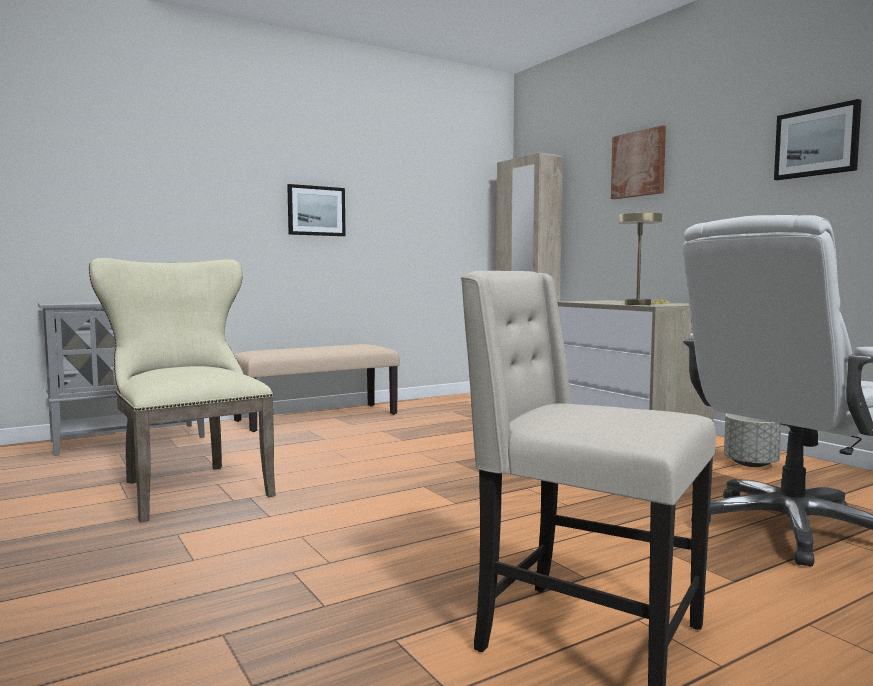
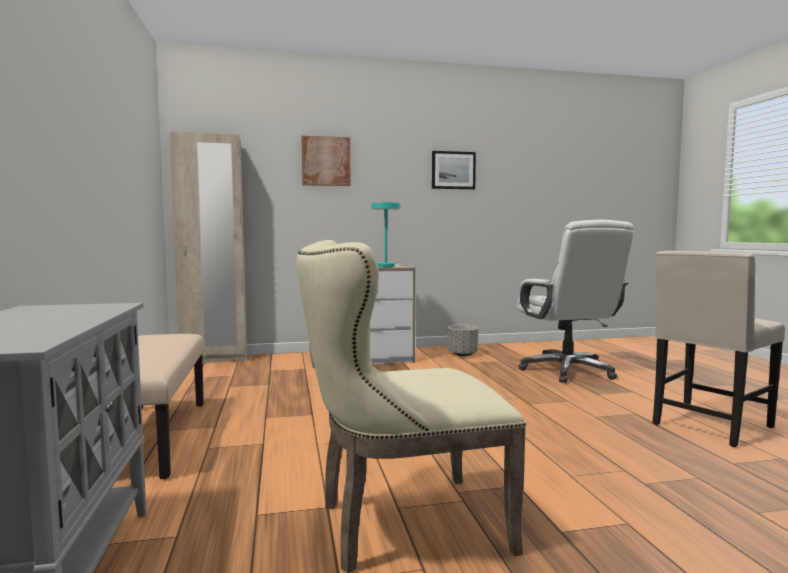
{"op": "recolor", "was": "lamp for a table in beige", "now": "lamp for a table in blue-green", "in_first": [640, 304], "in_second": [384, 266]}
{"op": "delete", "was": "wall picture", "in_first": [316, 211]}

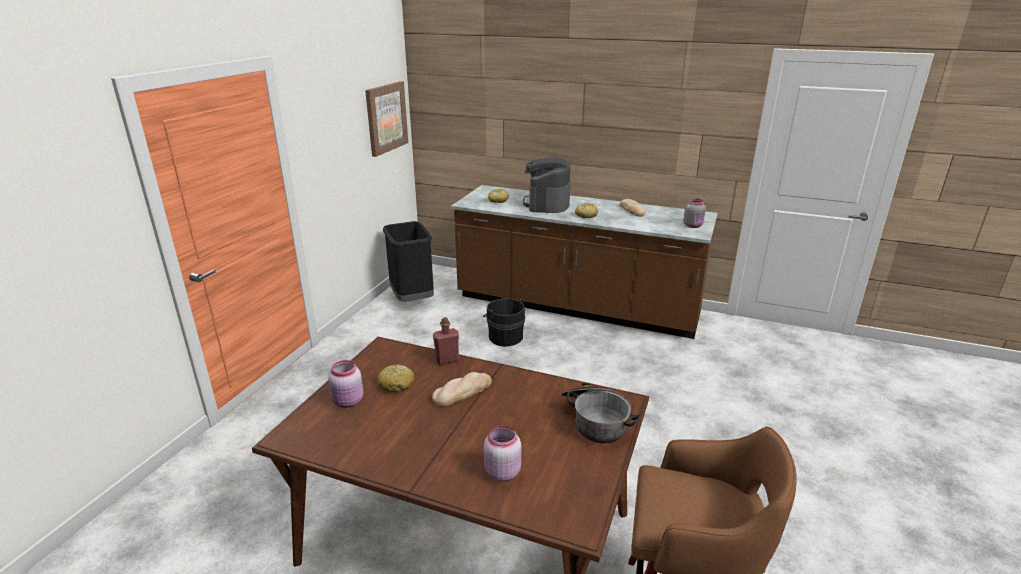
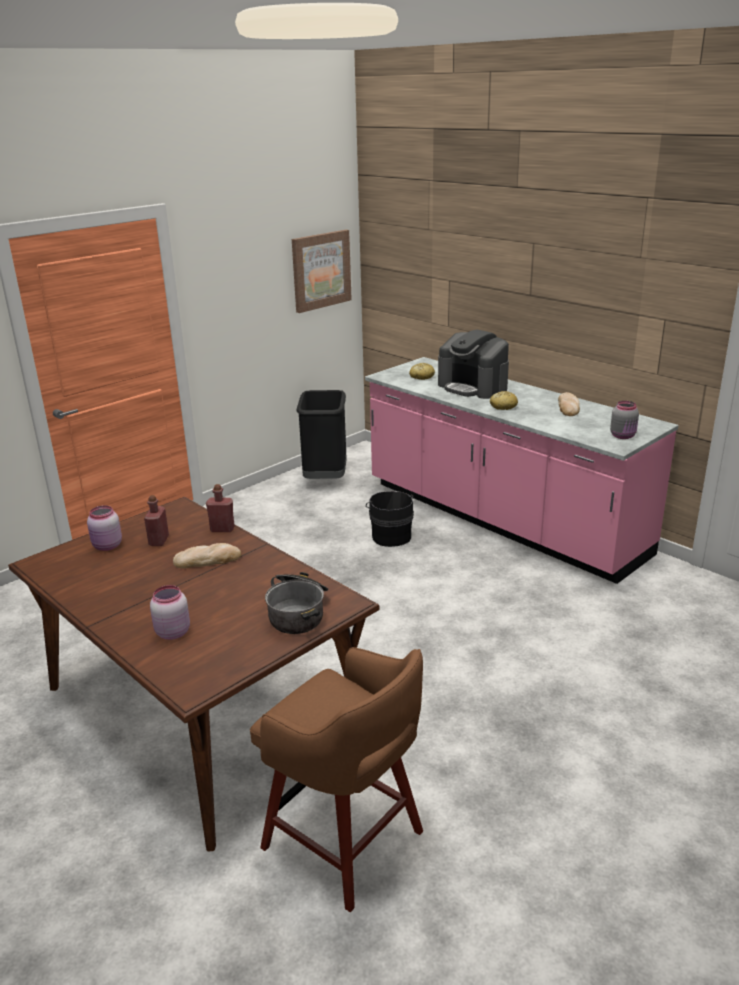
{"op": "replace", "was": "baked bread", "now": "bottle in red", "in_first": [396, 384], "in_second": [159, 541]}
{"op": "recolor", "was": "kitchen counter in brownish", "now": "kitchen counter in pink-coloured", "in_first": [576, 306], "in_second": [501, 519]}
{"op": "rotate", "was": "coffee maker", "in_first": [547, 203], "in_second": [473, 387], "clockwise": -75}

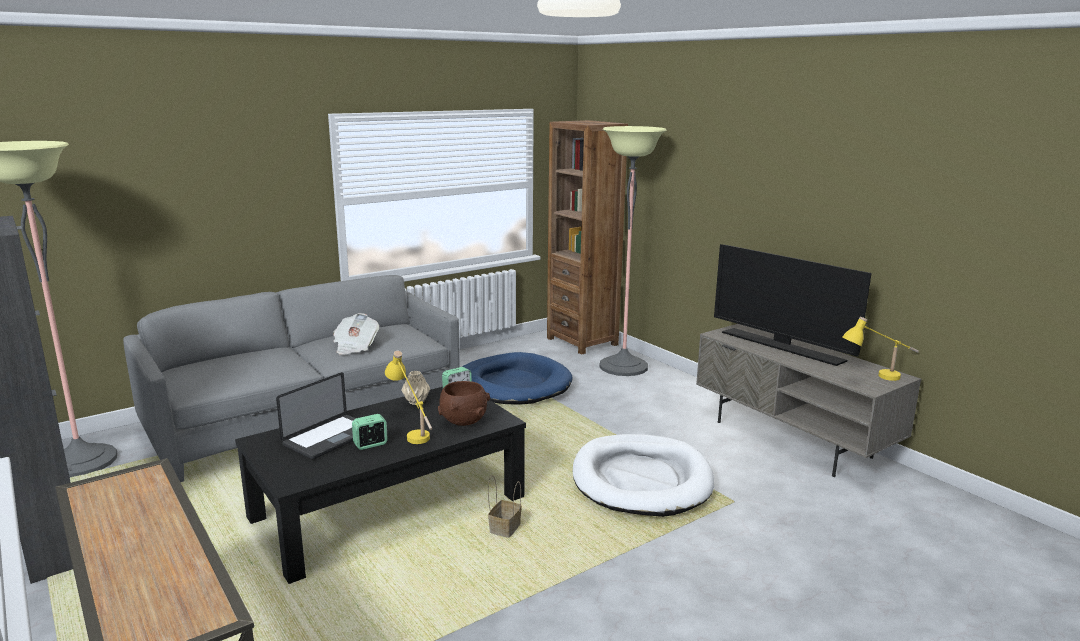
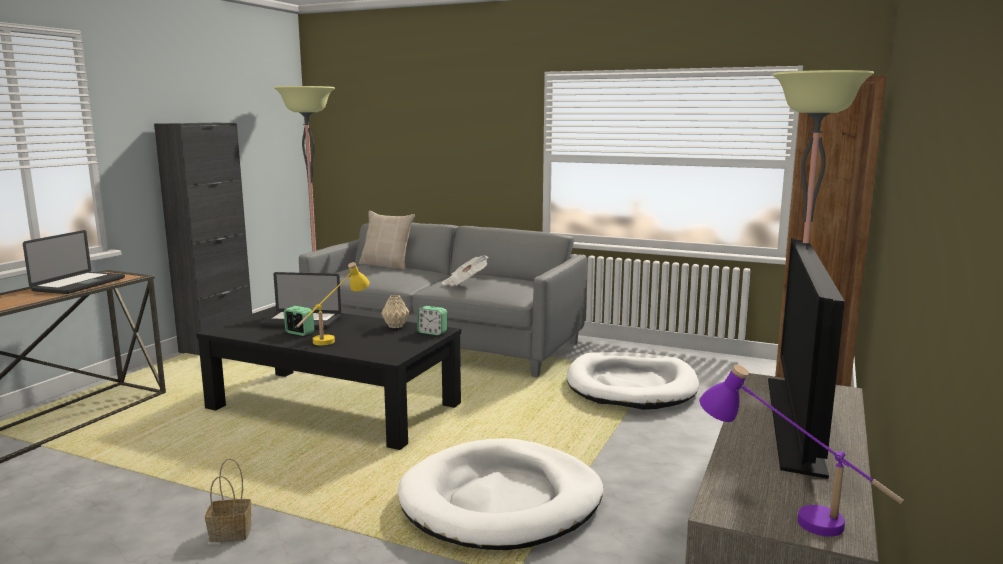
{"op": "insert", "now": "portable computer", "in_second": [79, 284]}
{"op": "move", "was": "basket", "in_first": [505, 528], "in_second": [232, 532]}
{"op": "insert", "now": "throw pillow in beige", "in_second": [387, 265]}
{"op": "recolor", "was": "pet bed in bluish", "now": "pet bed in white-coloured", "in_first": [513, 384], "in_second": [631, 386]}
{"op": "recolor", "was": "lamp for a table in yellow-coloured", "now": "lamp for a table in purplish", "in_first": [877, 378], "in_second": [787, 513]}
{"op": "delete", "was": "bowl in brownish", "in_first": [464, 421]}

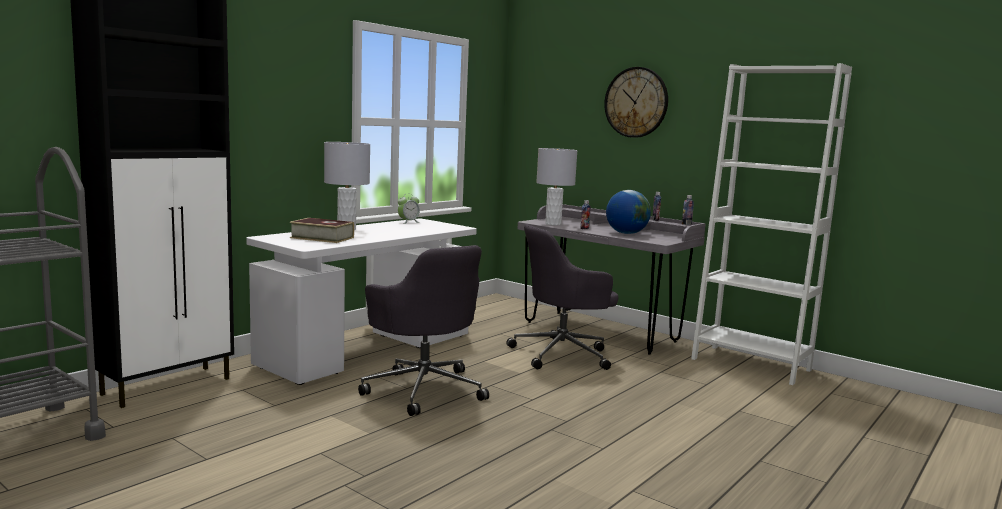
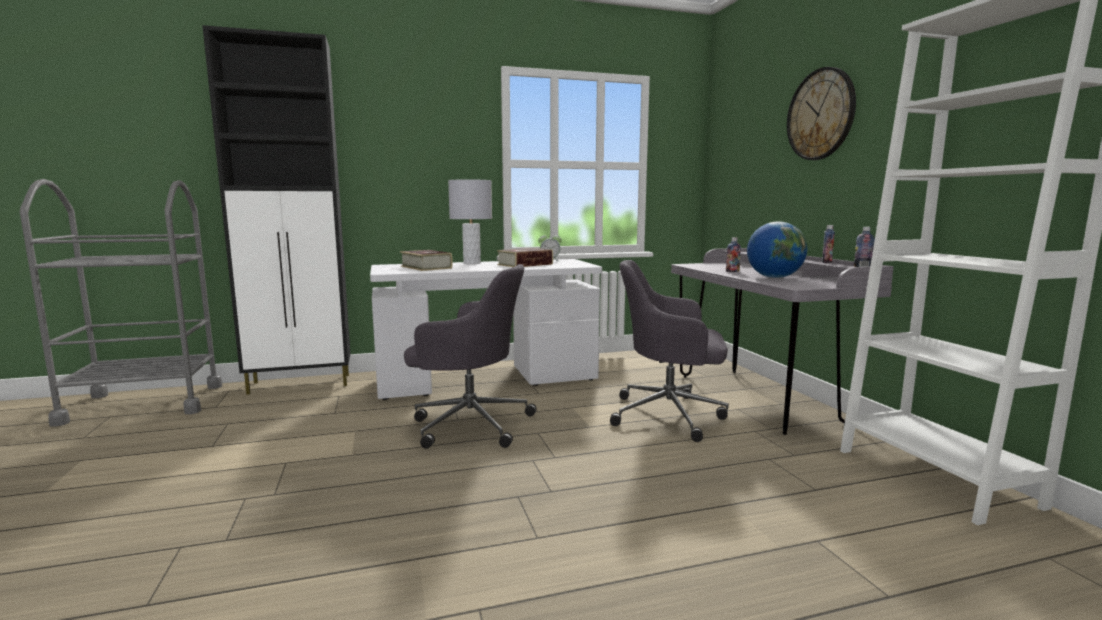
{"op": "rotate", "was": "desk chair in grey", "in_first": [424, 389], "in_second": [469, 423], "clockwise": -75}
{"op": "insert", "now": "bound book", "in_second": [525, 264]}
{"op": "delete", "was": "lamp for a table in grey", "in_first": [552, 224]}

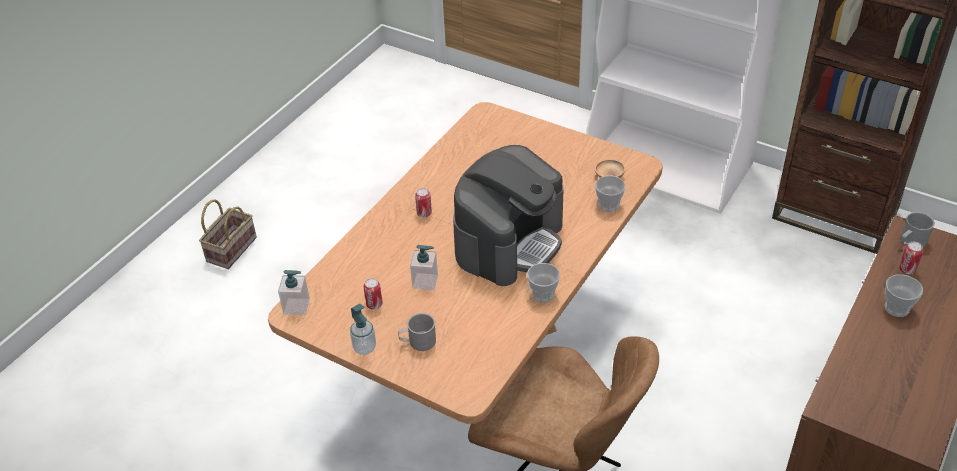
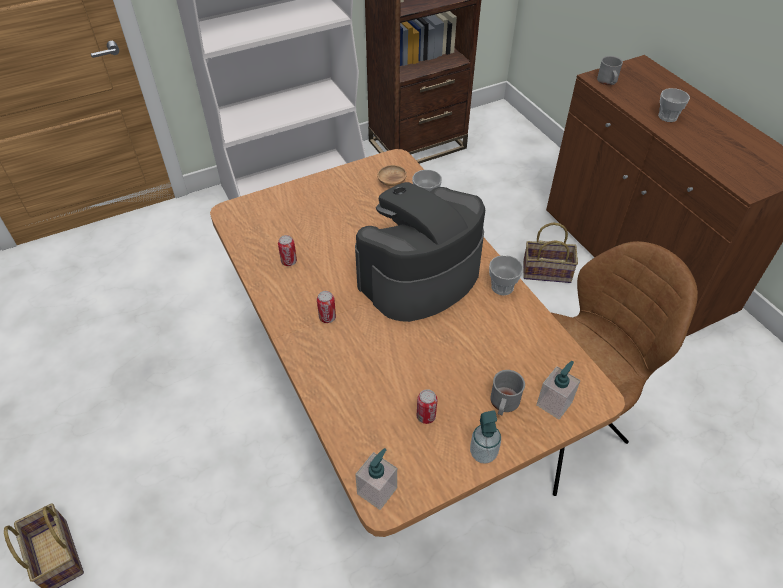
{"op": "move", "was": "can", "in_first": [907, 269], "in_second": [289, 261]}
{"op": "rotate", "was": "coffee maker", "in_first": [509, 242], "in_second": [419, 277], "clockwise": -105}
{"op": "insert", "now": "basket", "in_second": [548, 271]}
{"op": "move", "was": "soap dispenser", "in_first": [425, 281], "in_second": [554, 403]}

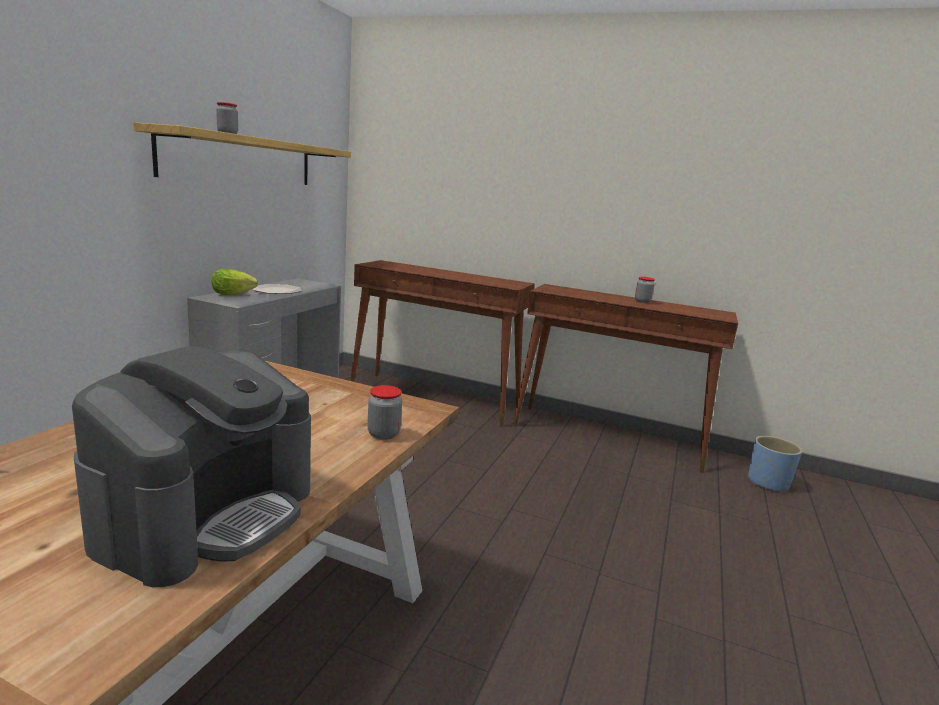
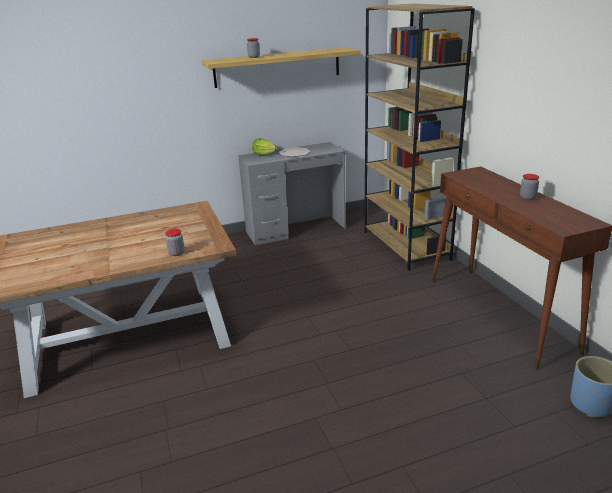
{"op": "replace", "was": "narrow table in brownish", "now": "bookshelf in brownish", "in_first": [434, 398], "in_second": [406, 245]}
{"op": "delete", "was": "coffee maker", "in_first": [208, 513]}

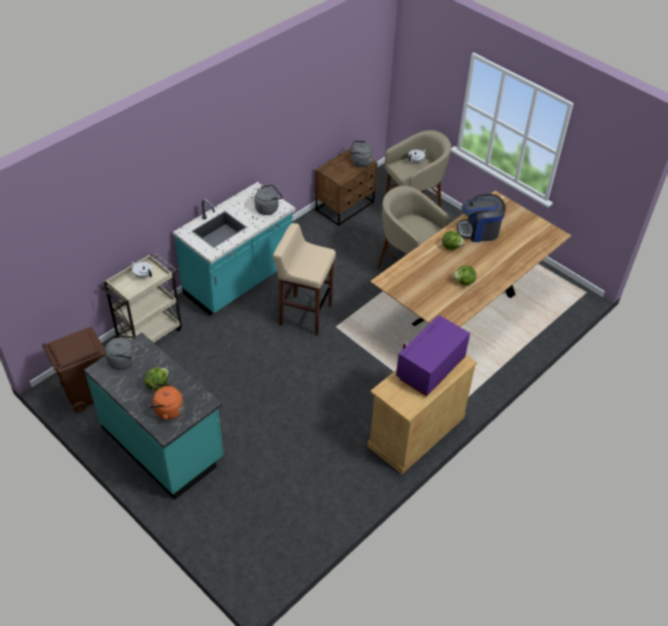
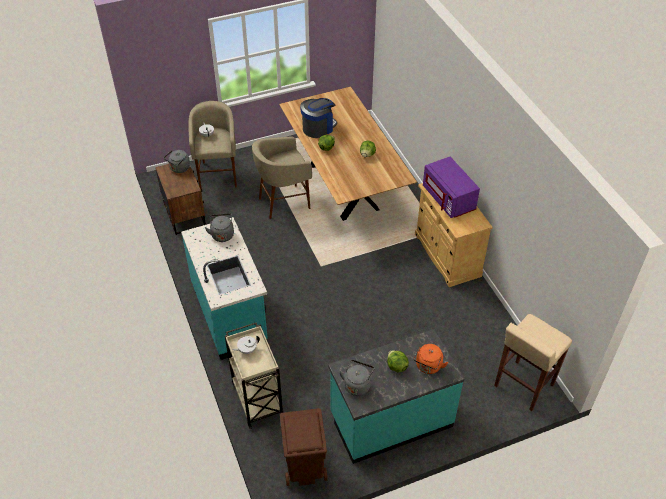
{"op": "rotate", "was": "coffee maker", "in_first": [479, 231], "in_second": [318, 128], "clockwise": -150}
{"op": "move", "was": "stool in beige", "in_first": [304, 314], "in_second": [523, 386]}

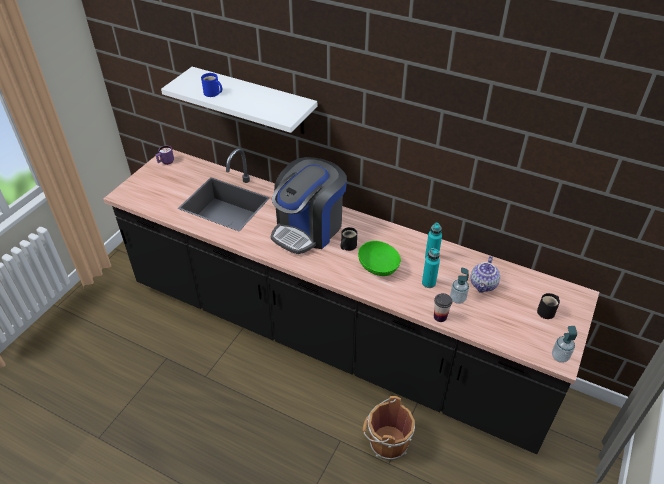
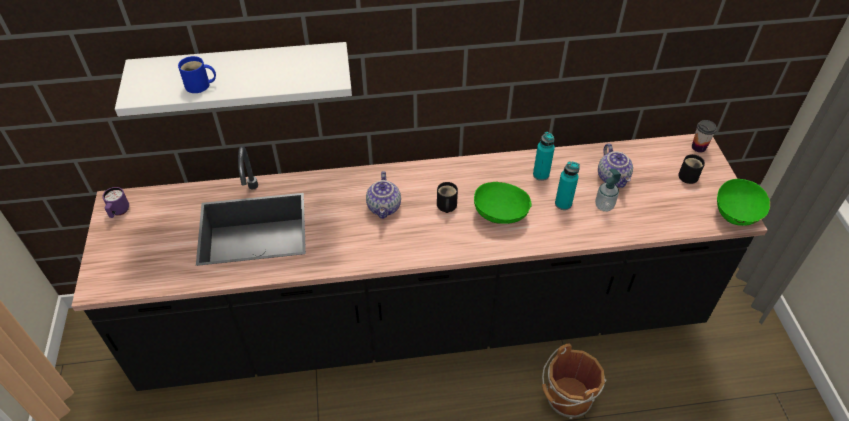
{"op": "replace", "was": "coffee maker", "now": "tea pot", "in_first": [309, 228], "in_second": [385, 207]}
{"op": "move", "was": "small cup", "in_first": [440, 317], "in_second": [698, 147]}
{"op": "replace", "was": "soap dispenser", "now": "bowl in green", "in_first": [559, 356], "in_second": [736, 214]}

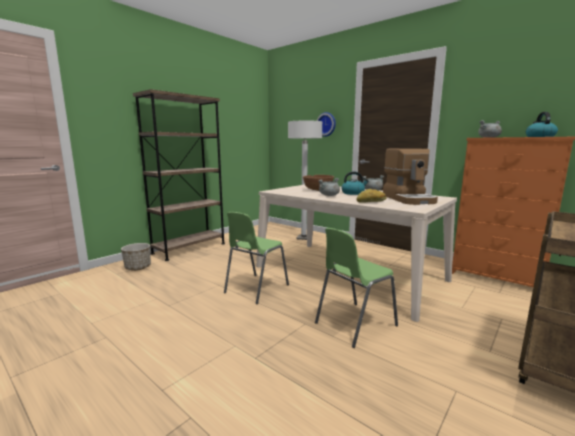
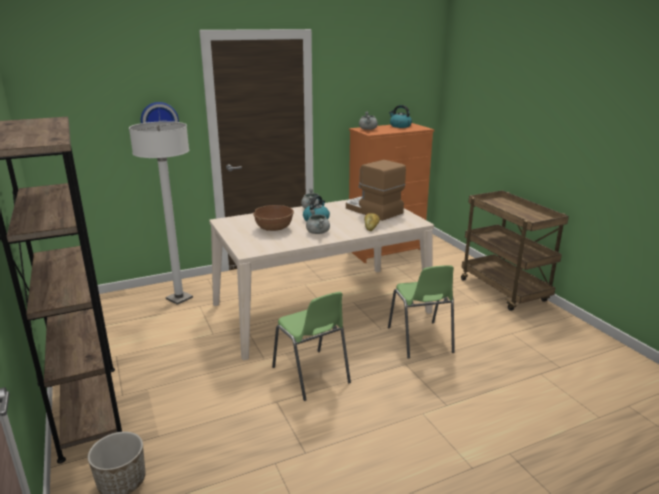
{"op": "rotate", "was": "coffee maker", "in_first": [409, 199], "in_second": [372, 210], "clockwise": -150}

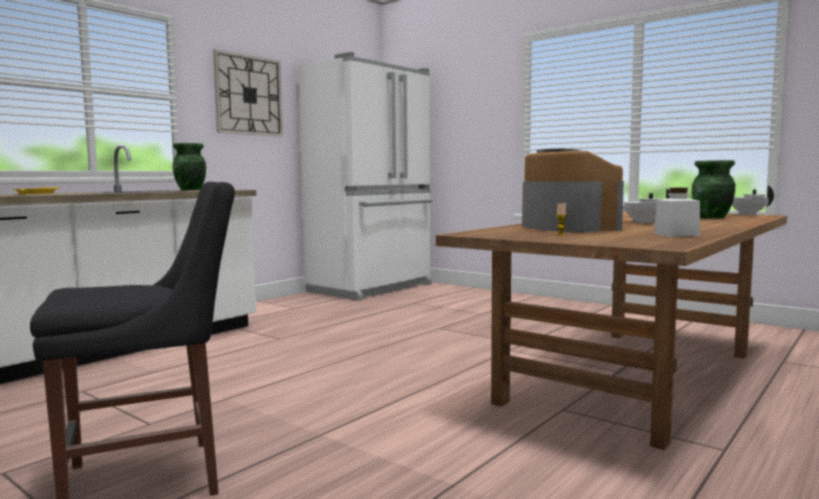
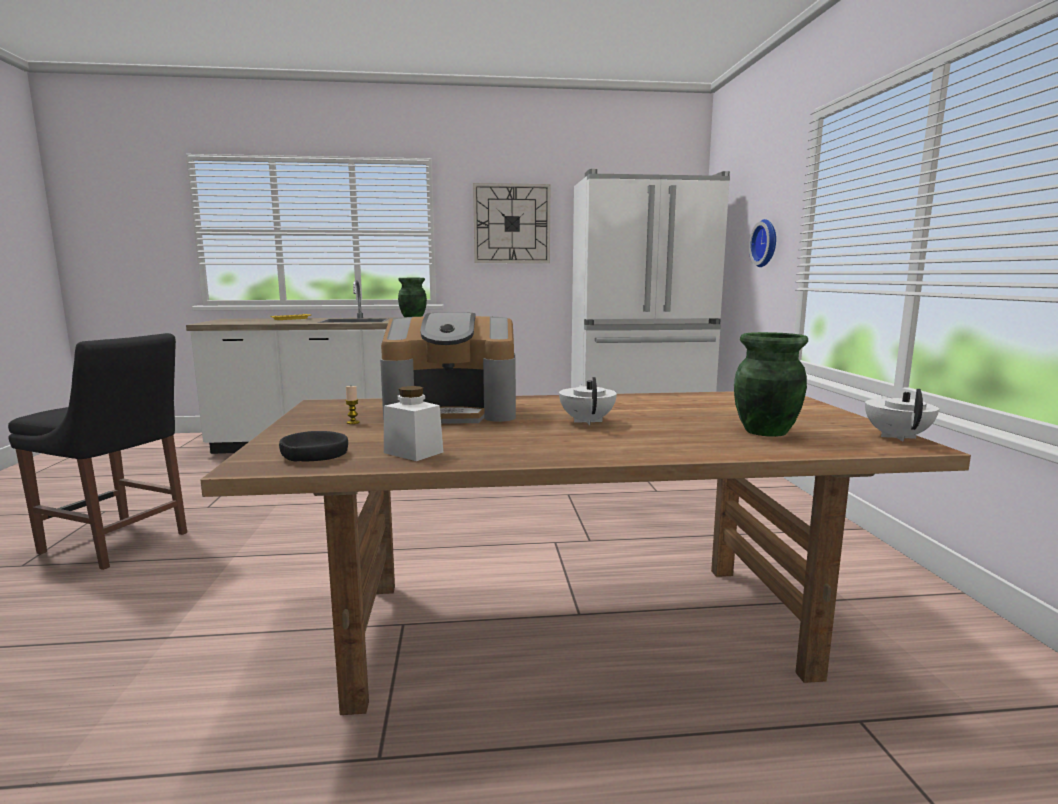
{"op": "insert", "now": "bowl in blackish", "in_second": [315, 455]}
{"op": "rotate", "was": "coffee maker", "in_first": [566, 227], "in_second": [453, 412], "clockwise": 60}
{"op": "insert", "now": "hanging clock", "in_second": [766, 243]}

